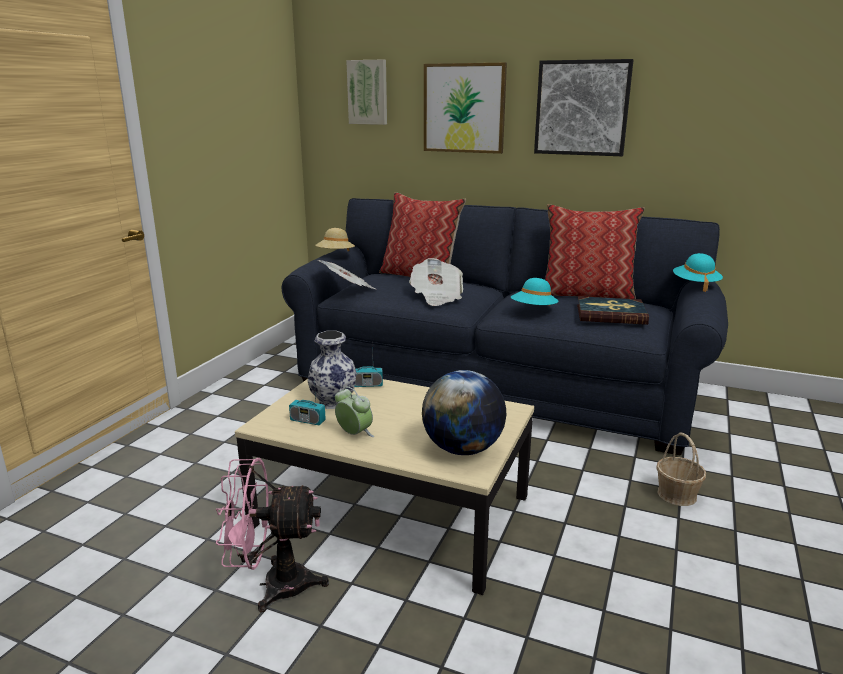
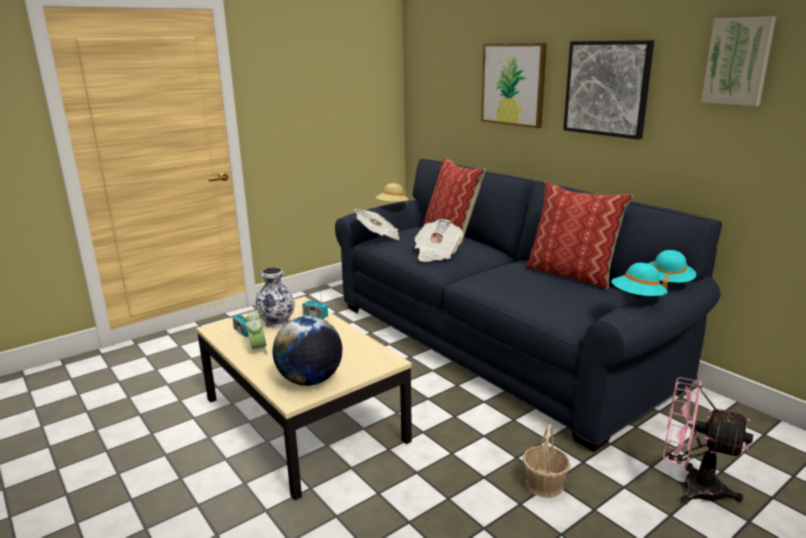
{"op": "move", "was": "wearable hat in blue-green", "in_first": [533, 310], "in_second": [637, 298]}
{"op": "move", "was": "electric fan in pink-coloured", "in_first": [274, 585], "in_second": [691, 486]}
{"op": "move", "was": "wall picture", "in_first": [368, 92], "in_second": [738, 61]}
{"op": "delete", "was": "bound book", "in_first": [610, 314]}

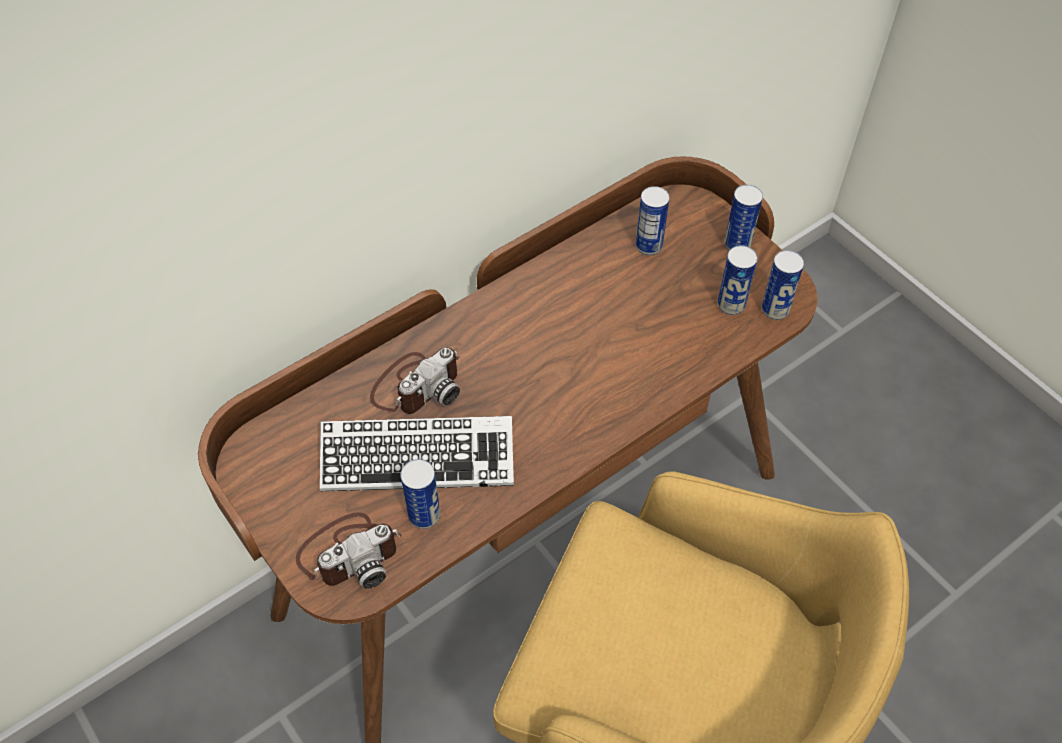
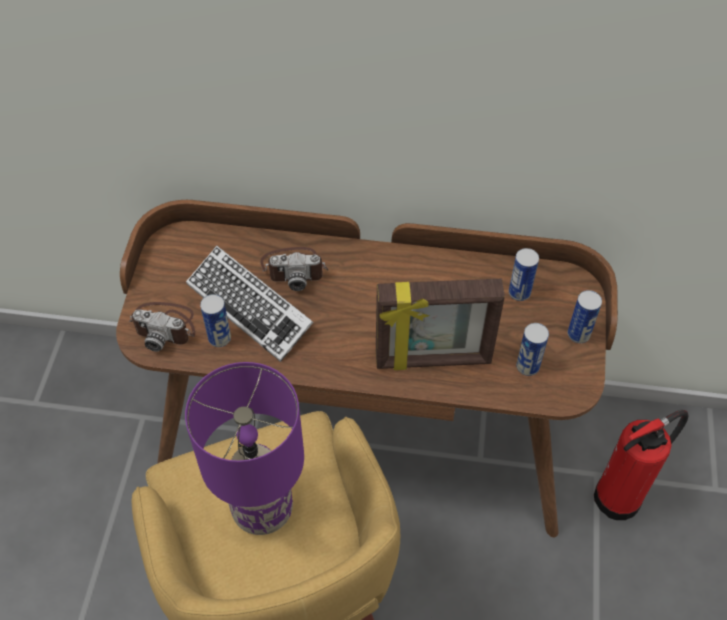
{"op": "insert", "now": "lamp for a table in purplish", "in_second": [264, 509]}
{"op": "insert", "now": "photo frame", "in_second": [433, 360]}
{"op": "insert", "now": "fire-fighting cylinder", "in_second": [621, 496]}
{"op": "delete", "was": "can", "in_first": [775, 309]}

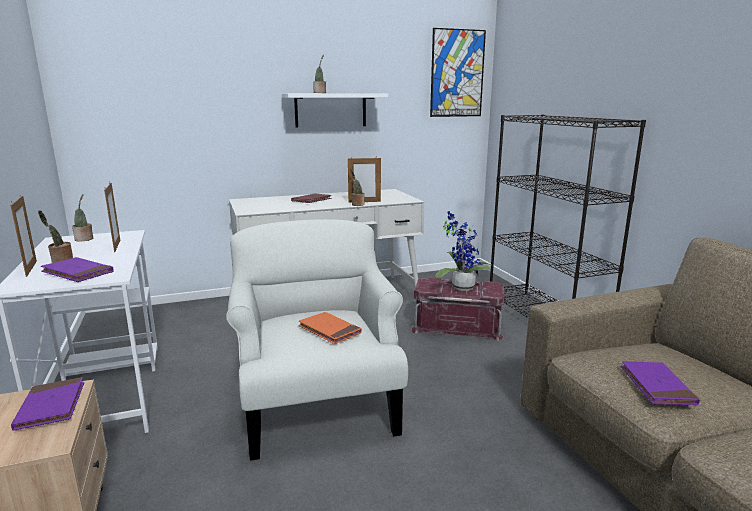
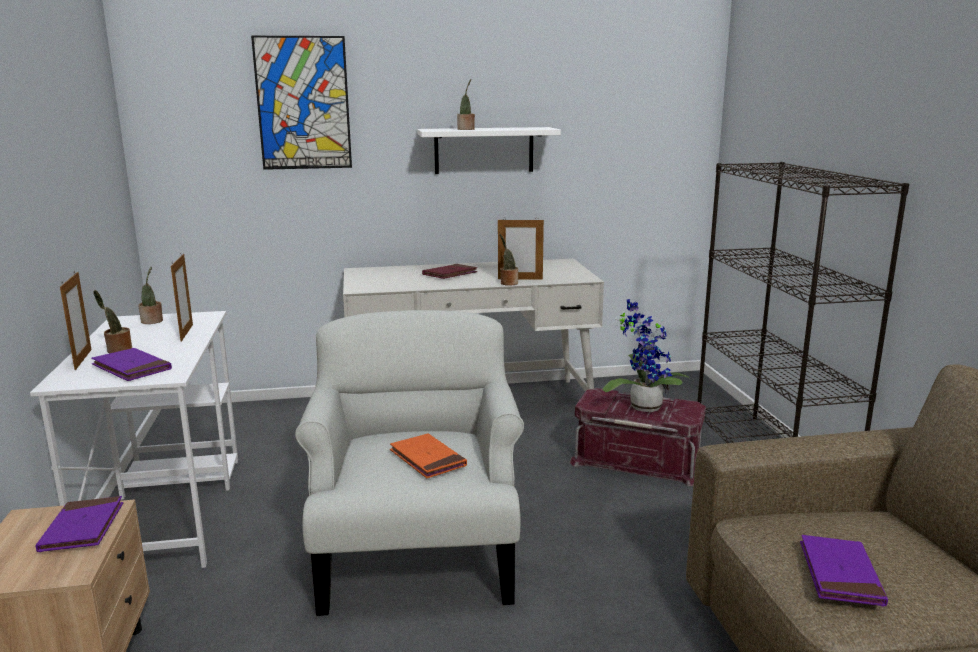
{"op": "move", "was": "wall picture", "in_first": [457, 73], "in_second": [303, 103]}

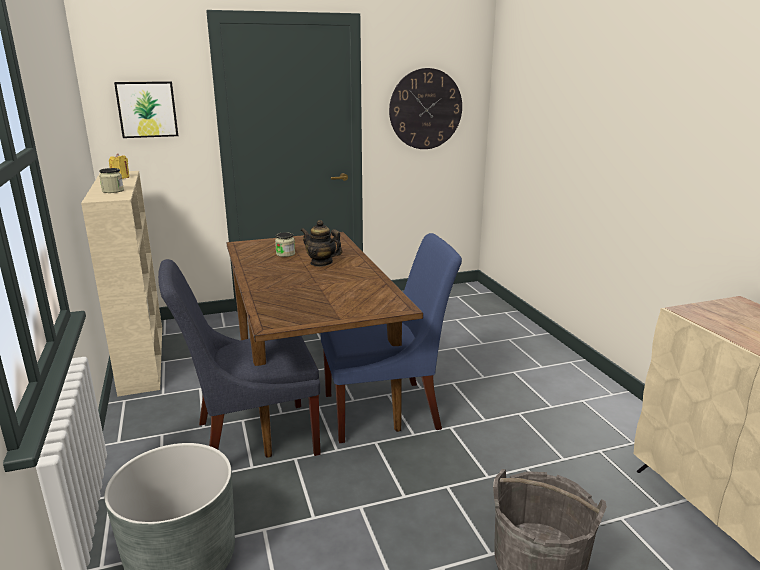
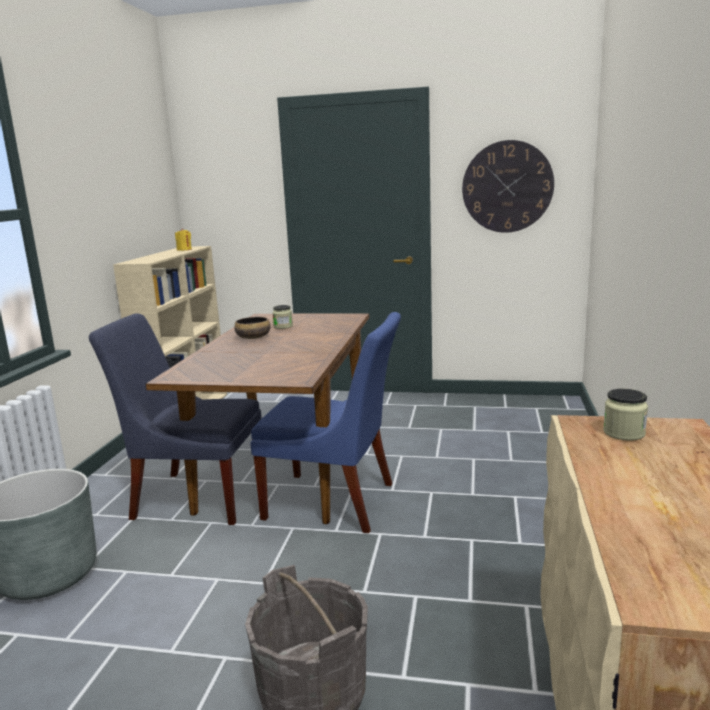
{"op": "insert", "now": "bowl", "in_second": [253, 337]}
{"op": "move", "was": "jar", "in_first": [113, 191], "in_second": [624, 433]}
{"op": "delete", "was": "wall picture", "in_first": [147, 109]}
{"op": "delete", "was": "tea pot", "in_first": [321, 263]}

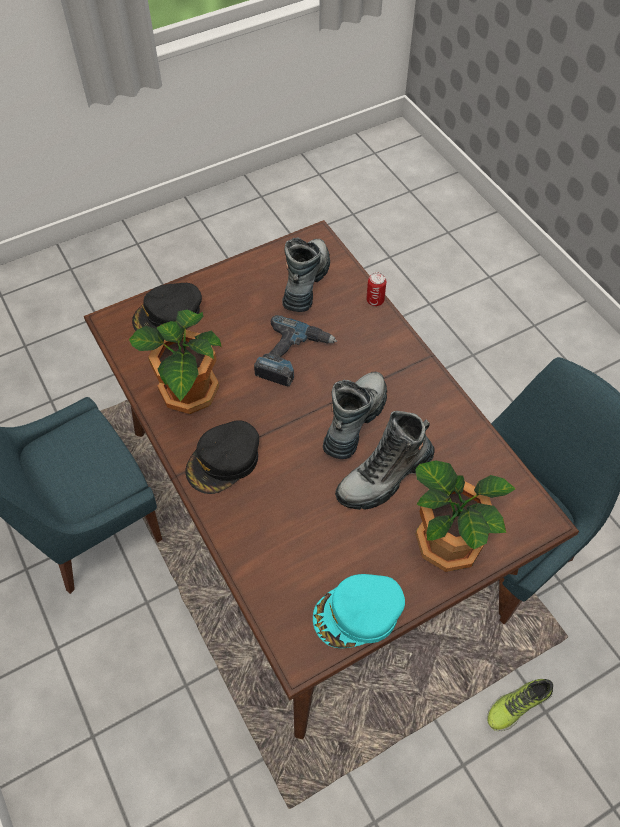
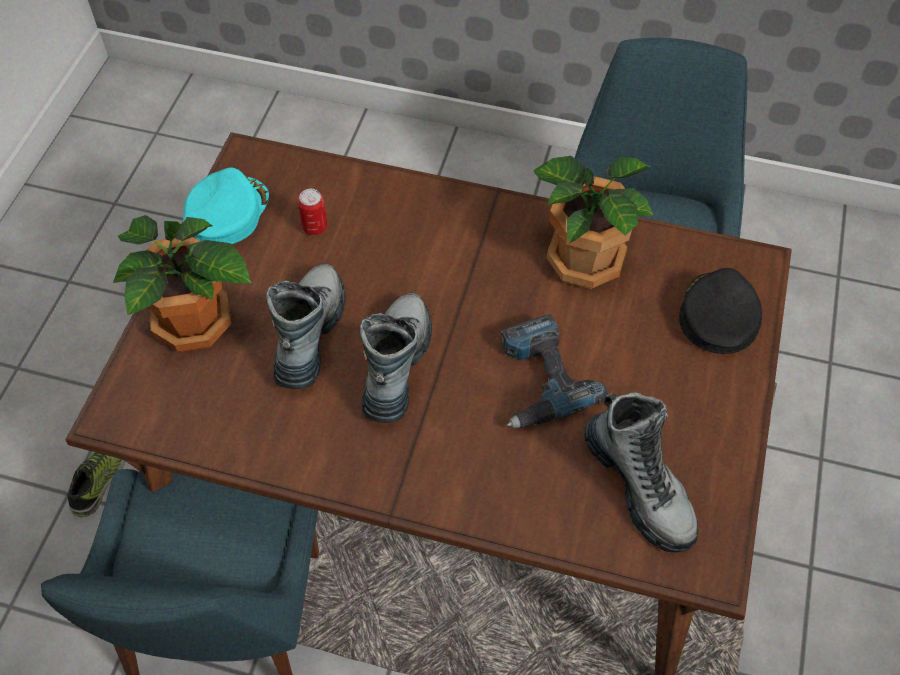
{"op": "move", "was": "can", "in_first": [375, 300], "in_second": [315, 227]}
{"op": "rotate", "was": "high-top boot", "in_first": [354, 420], "in_second": [396, 365], "clockwise": -150}
{"op": "delete", "was": "baseball cap in blackish", "in_first": [224, 461]}

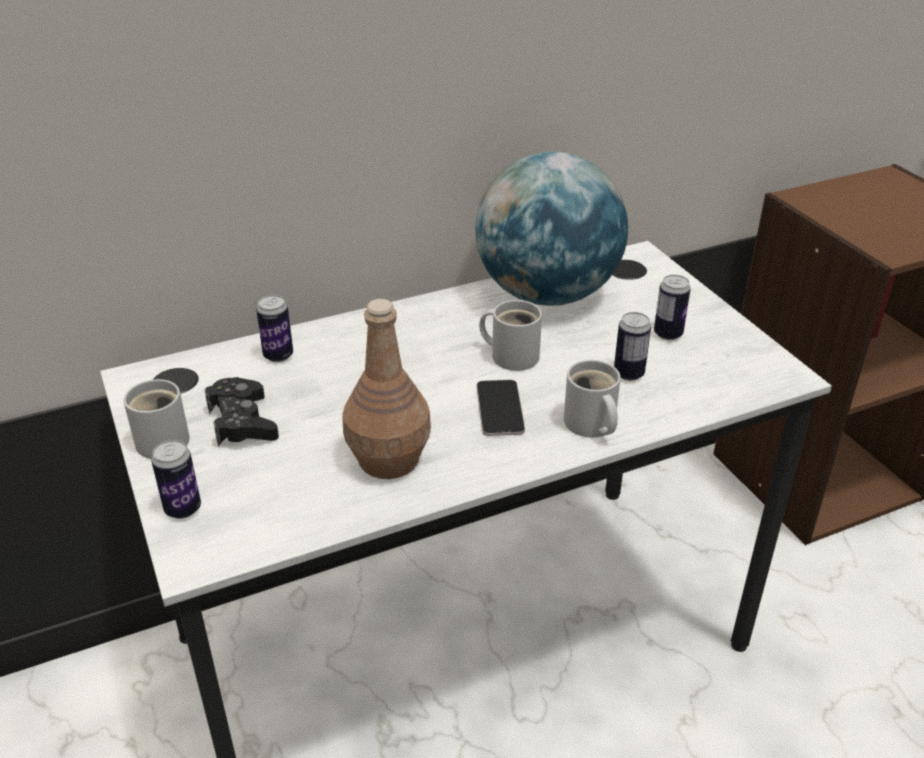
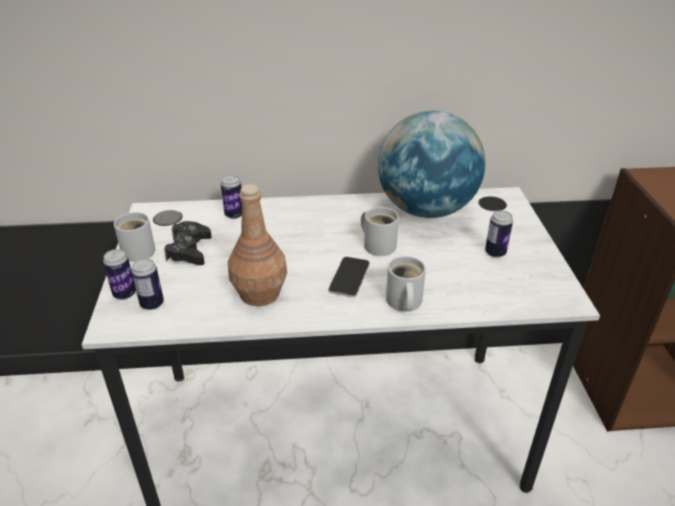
{"op": "move", "was": "can", "in_first": [628, 374], "in_second": [152, 304]}

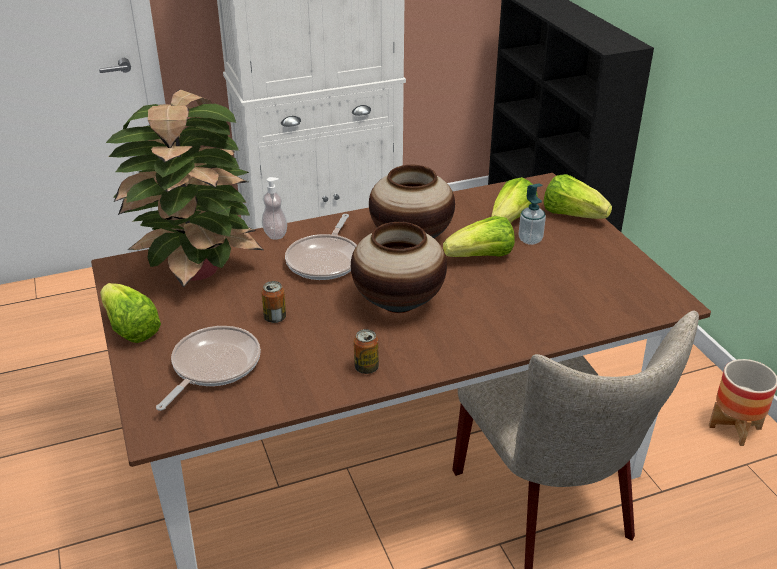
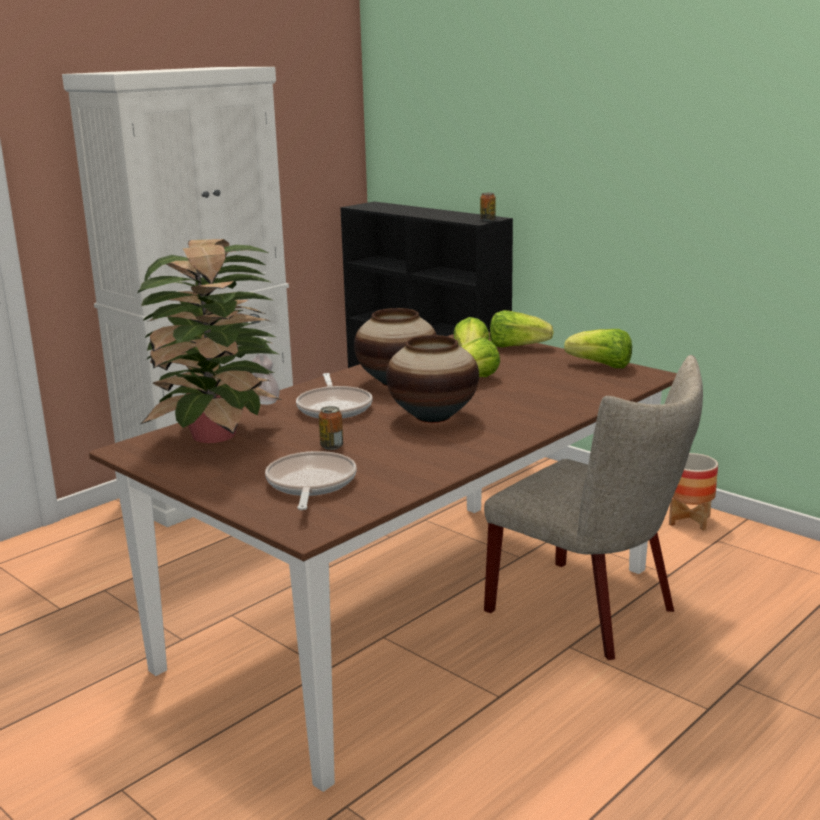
{"op": "move", "was": "can", "in_first": [366, 368], "in_second": [487, 220]}
{"op": "move", "was": "lettuce", "in_first": [130, 328], "in_second": [601, 366]}
{"op": "delete", "was": "soap dispenser", "in_first": [530, 240]}

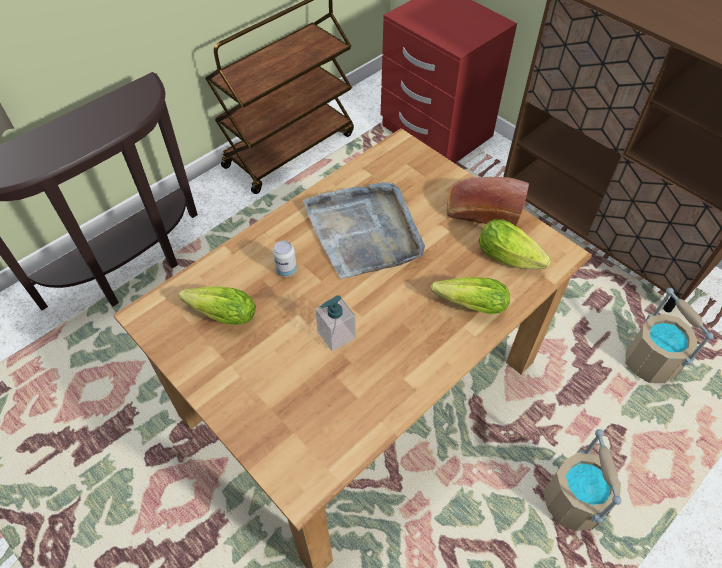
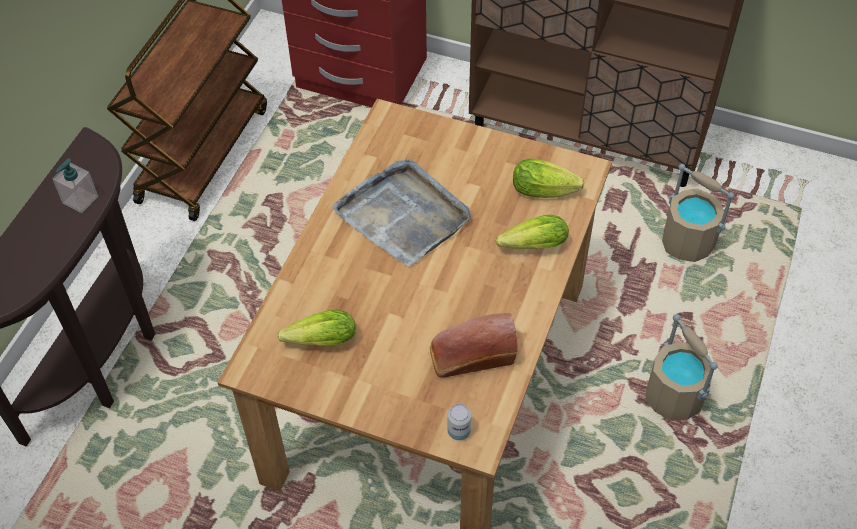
{"op": "move", "was": "soap dispenser", "in_first": [336, 335], "in_second": [80, 200]}
{"op": "move", "was": "baked bread", "in_first": [481, 212], "in_second": [471, 357]}
{"op": "move", "was": "can", "in_first": [286, 270], "in_second": [459, 431]}

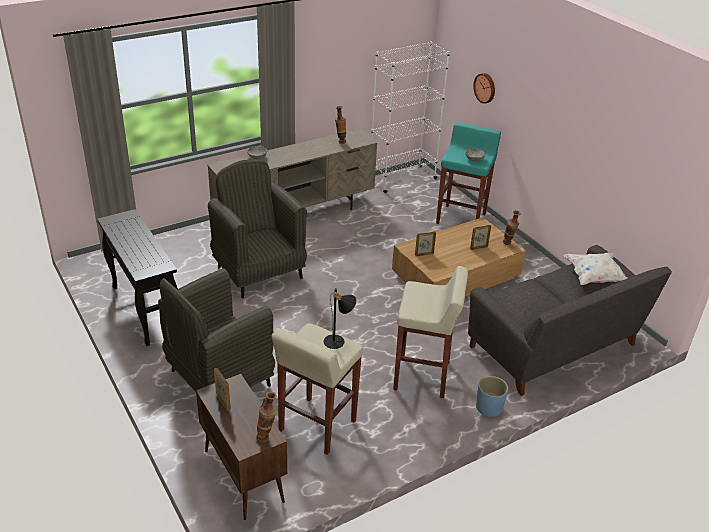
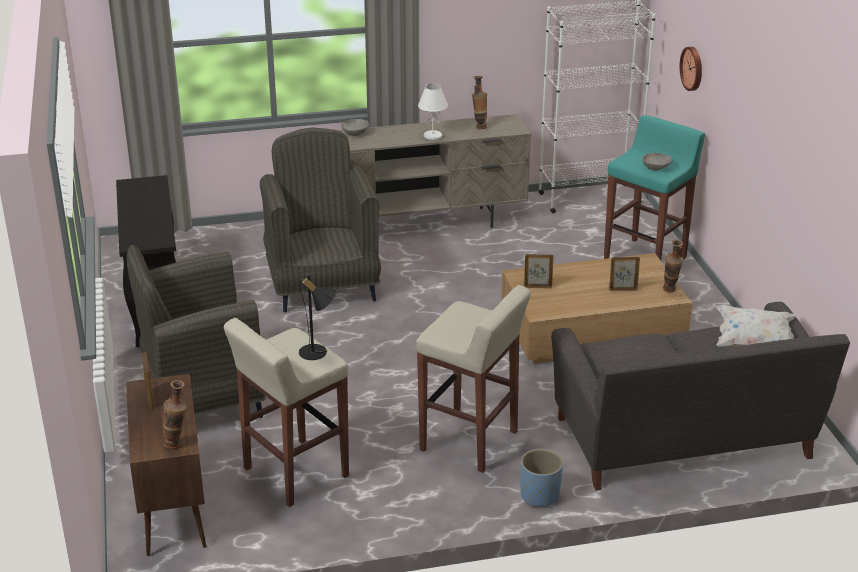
{"op": "insert", "now": "lamp for a table in white-coloured", "in_second": [432, 136]}

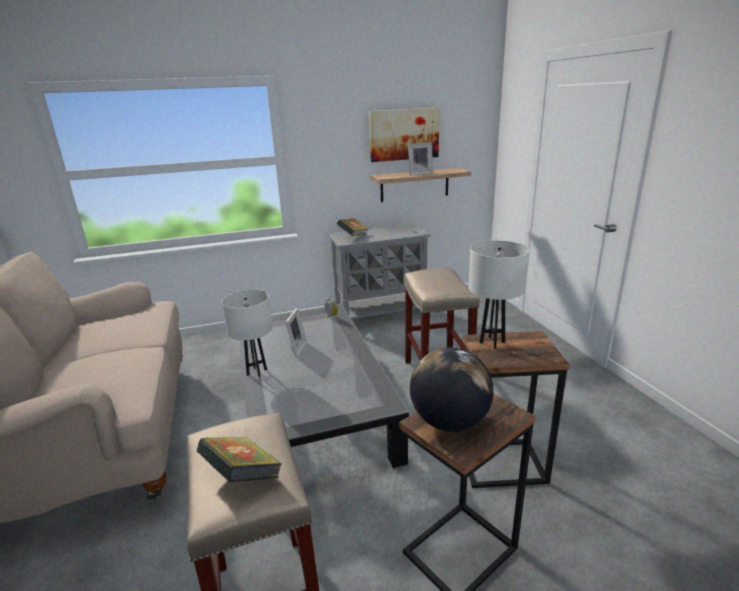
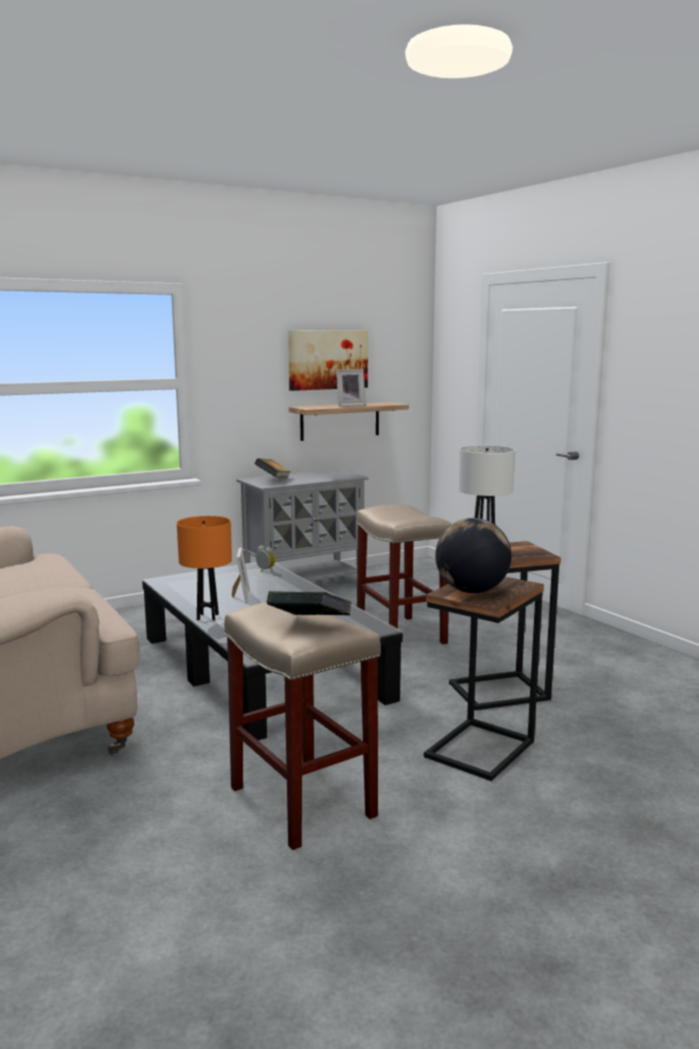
{"op": "recolor", "was": "lamp for a table in white-coloured", "now": "lamp for a table in orange", "in_first": [257, 372], "in_second": [208, 617]}

